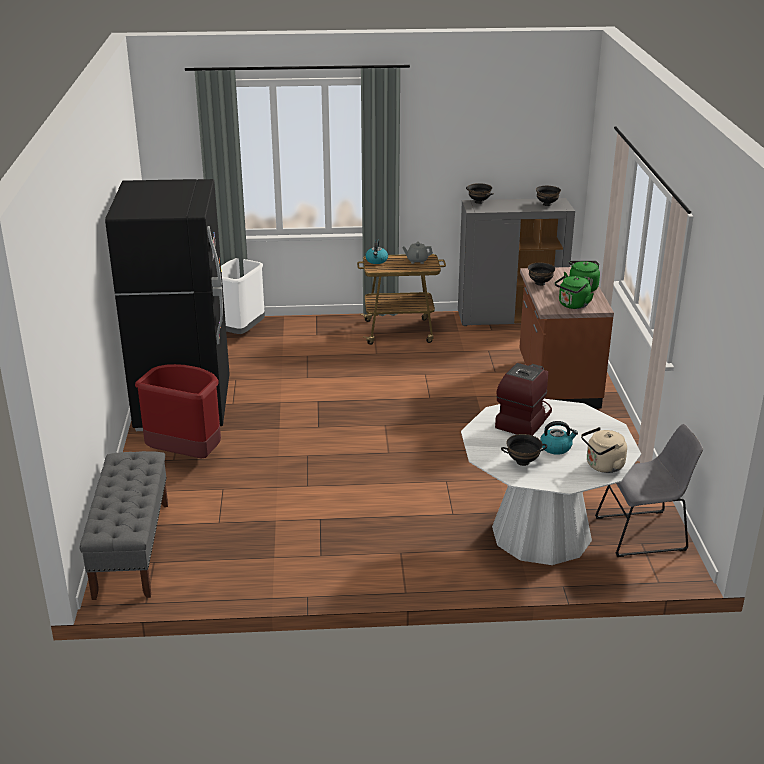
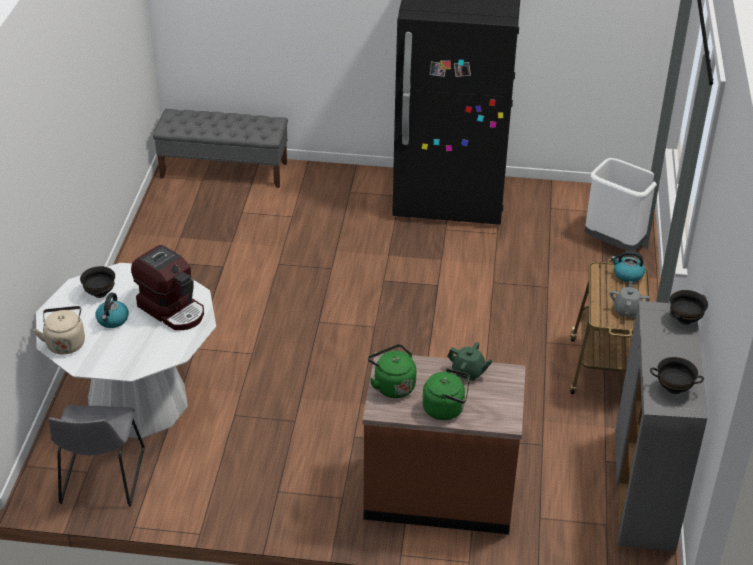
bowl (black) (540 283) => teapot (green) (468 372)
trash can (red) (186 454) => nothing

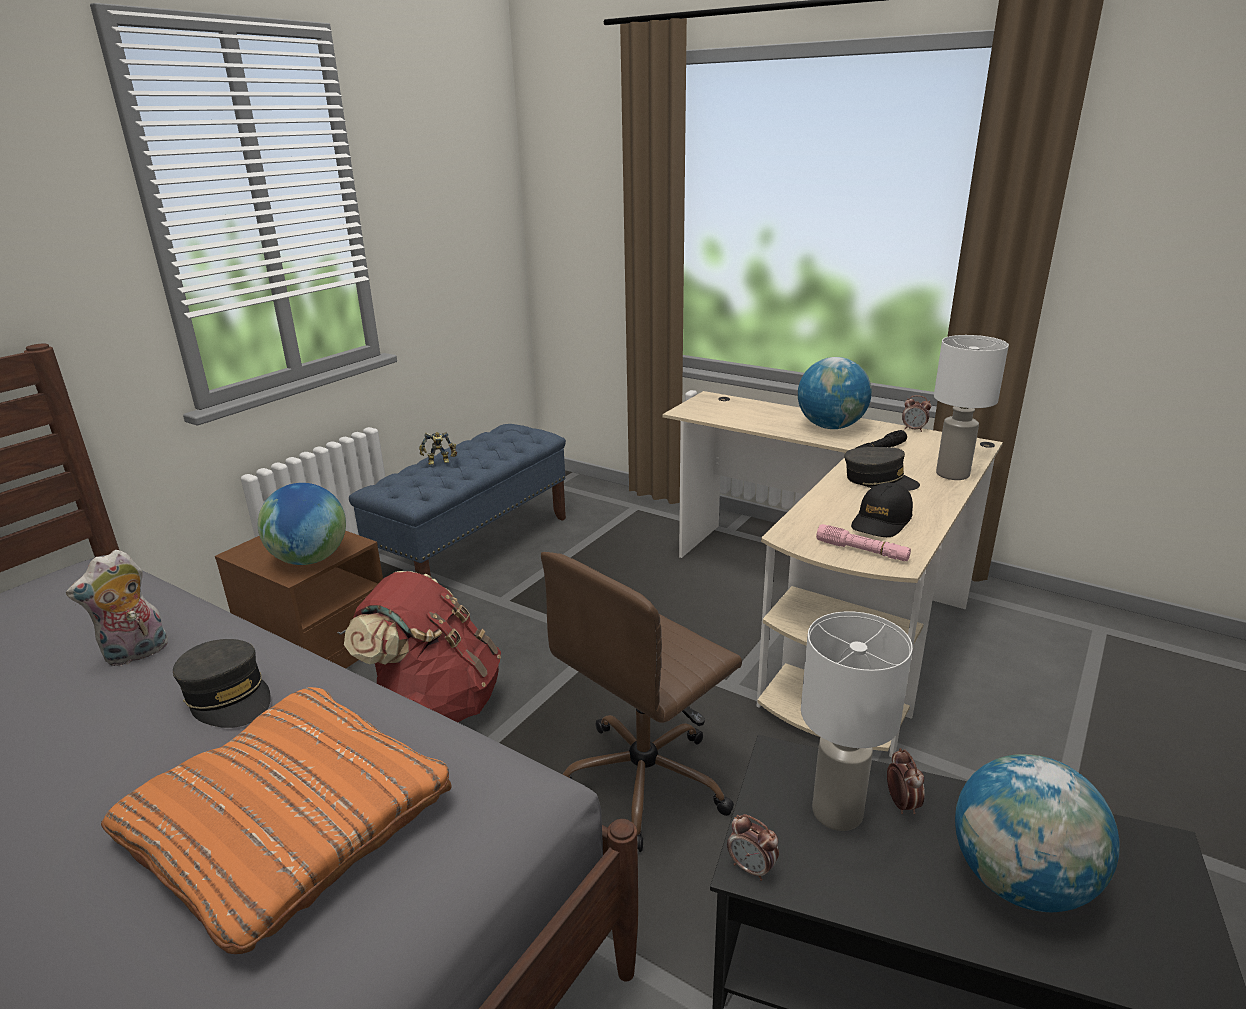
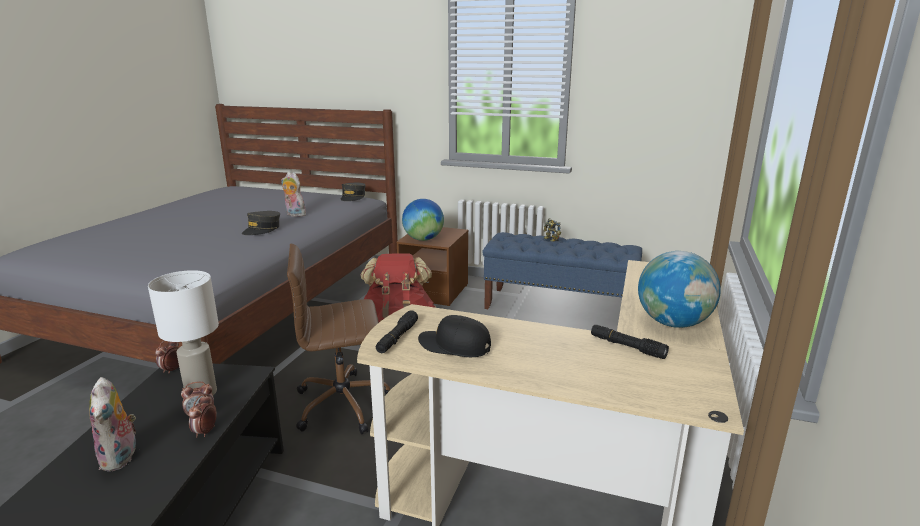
table lamp (white) (951 474) => nothing
alarm clock (914 429) => alarm clock (205 432), moved
cap (grey) (879 480) => cap (grey) (353 197), moved
flashlight (pink) (862 551) => flashlight (black) (397 337)
office chair (brown) (646 780) => office chair (brown) (345 404), 45 degrees counterclockwise
pillow (orange) (288 819) => nothing
globe (1019 882) => plush toy (121 457)

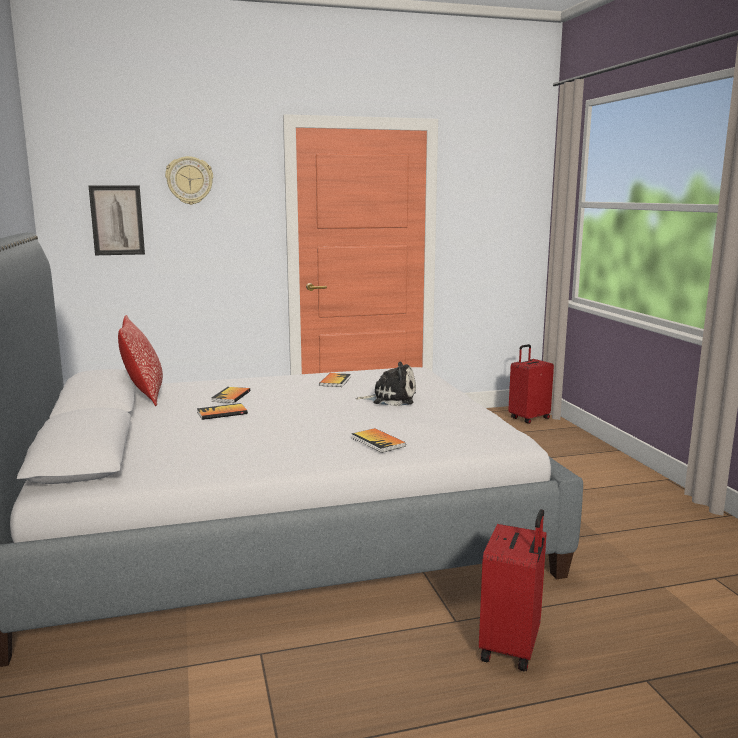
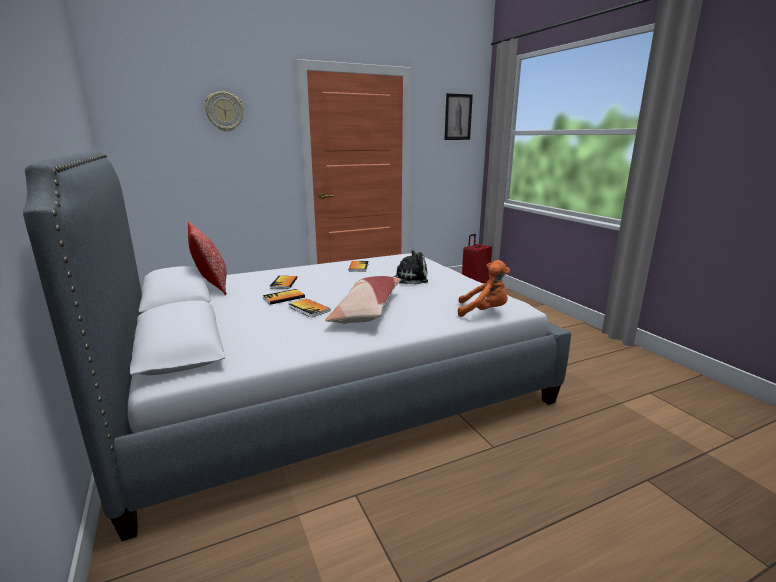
picture (117 220) => picture (458 117), moved
book (378 442) => book (309 309), moved
suitcase (red) (512 647) => nothing
nothing => plush toy (orange) (484 312)
nothing => pillow (366 310)

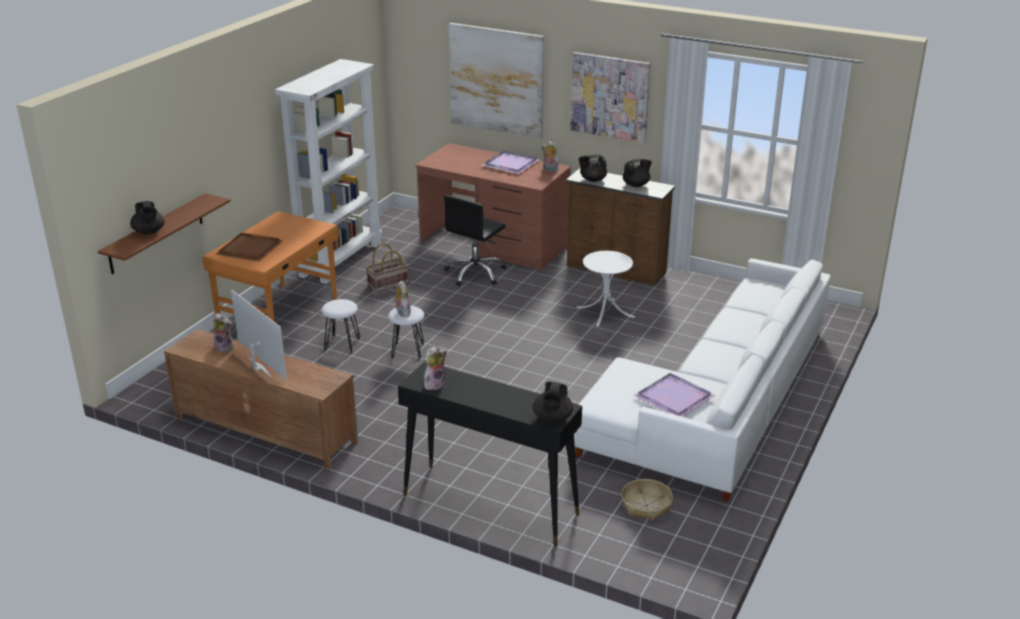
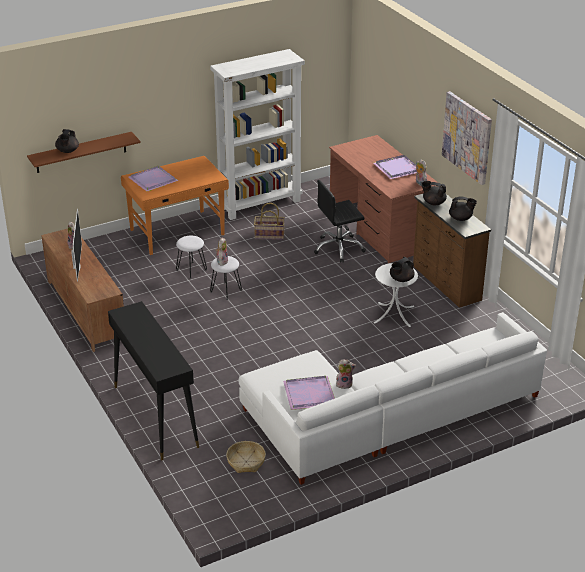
picture (496 80) => nothing
tray (brown) (250 250) => tray (purple) (153 180)
plush toy (434 384) => plush toy (344 384), moved
teapot (black) (552 418) => teapot (black) (401 279), moved

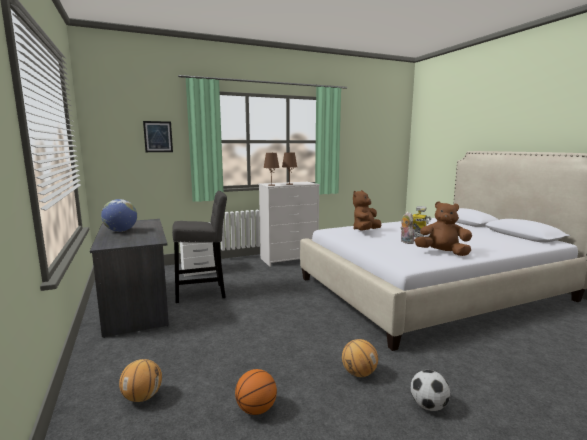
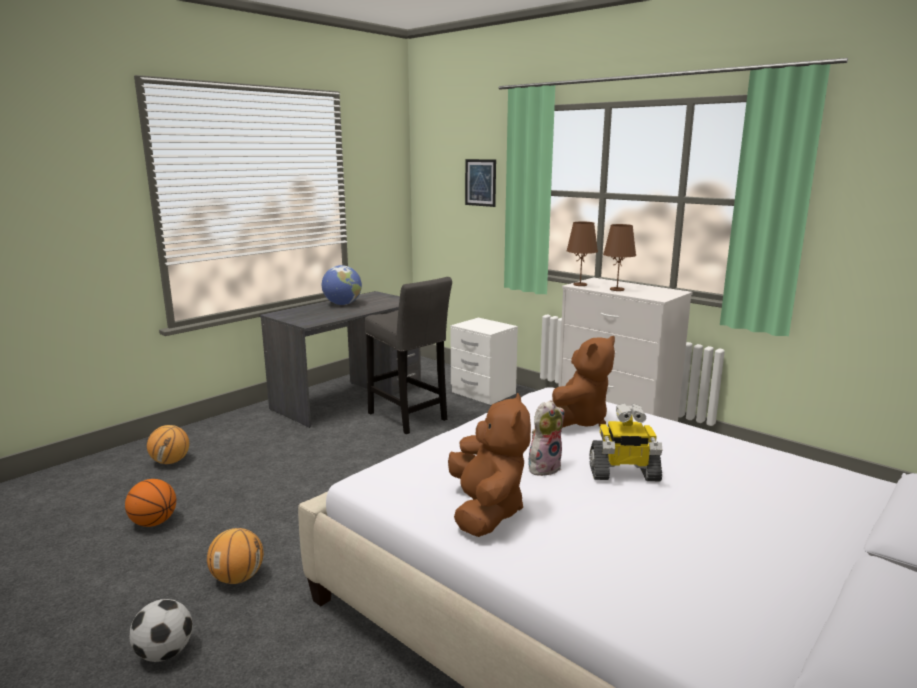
plush toy (brown) (365 231) => plush toy (brown) (578 420), 120 degrees clockwise

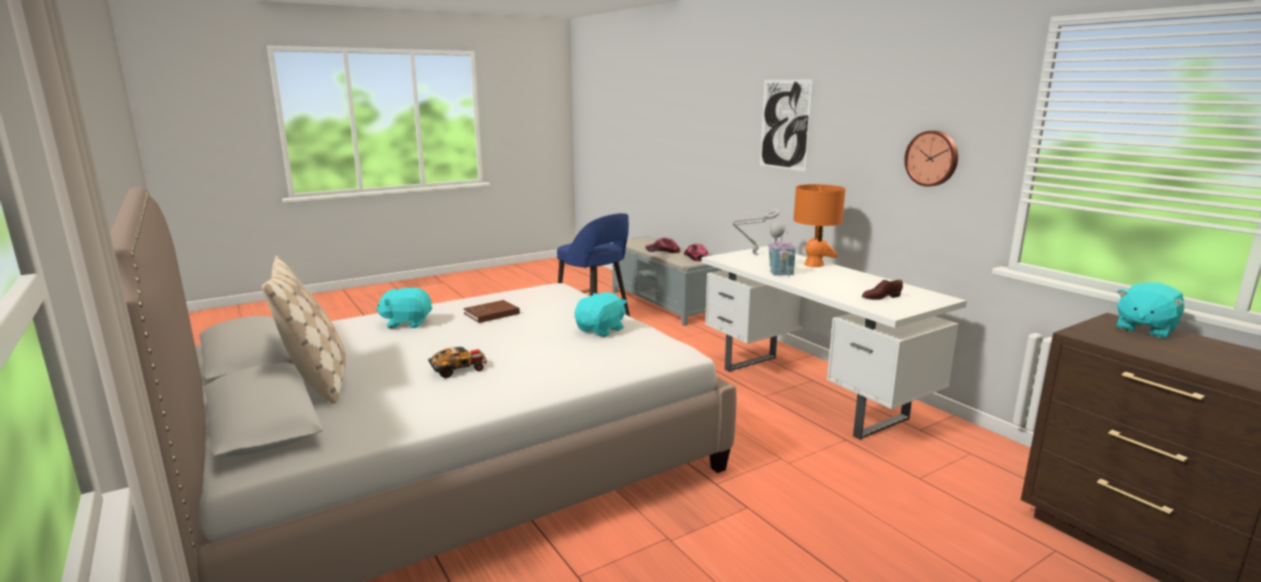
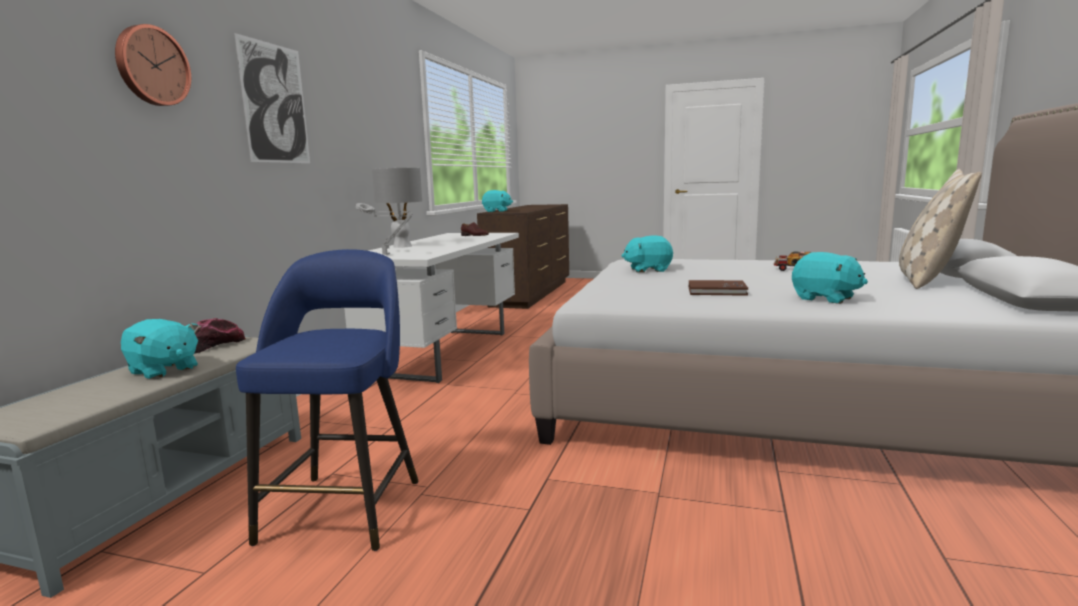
wall clock (932 158) => wall clock (151 66), moved
table lamp (orange) (814 265) => table lamp (grey) (402 246)
toy house (779 270) => nothing
cap (663 251) => plush toy (turquoise) (163 370)

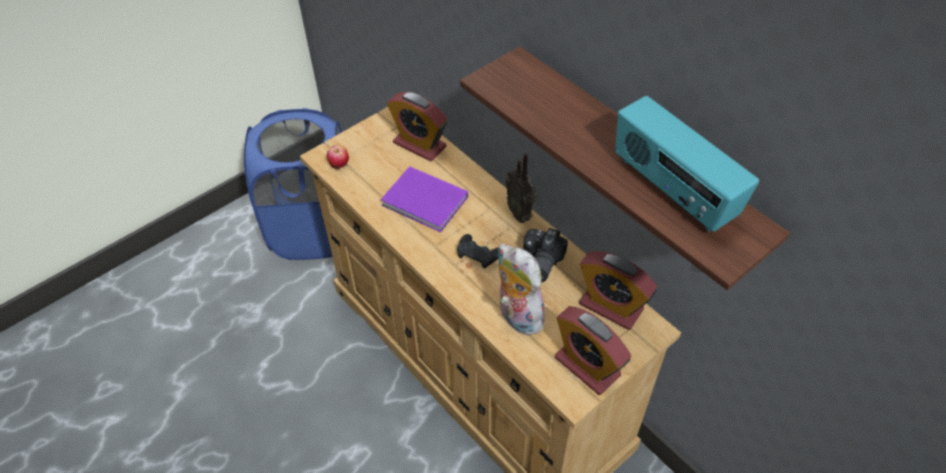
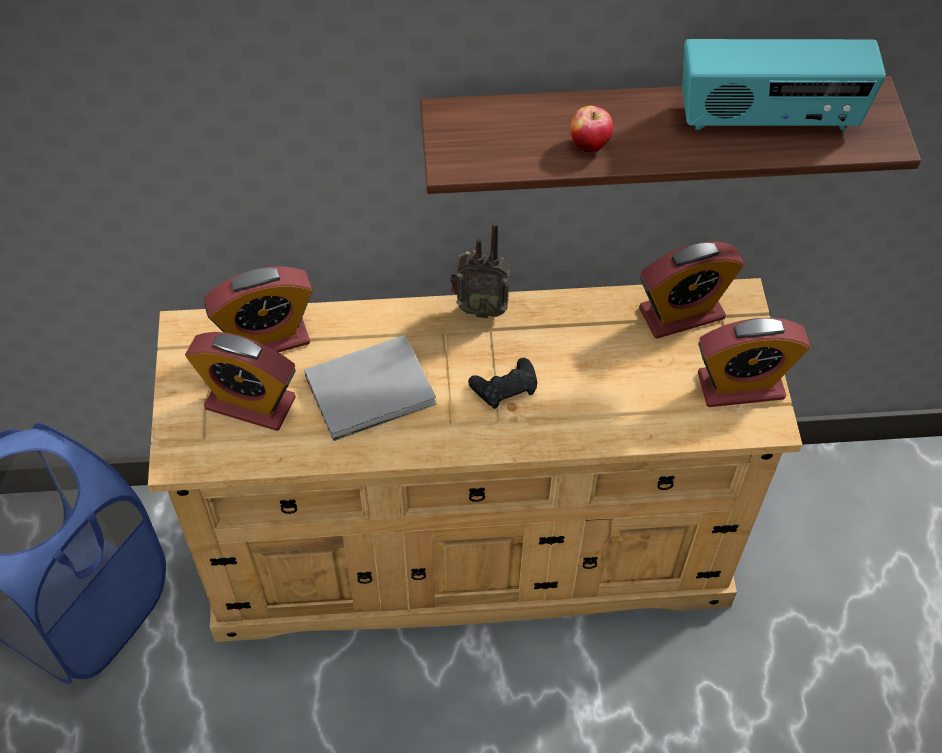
apple (339 165) => apple (589 145), moved
book (purple) (426 202) => book (grey) (374 391)
photo camera (539 263) => nothing
plush toy (516 316) => nothing
nothing => alarm clock (250 403)

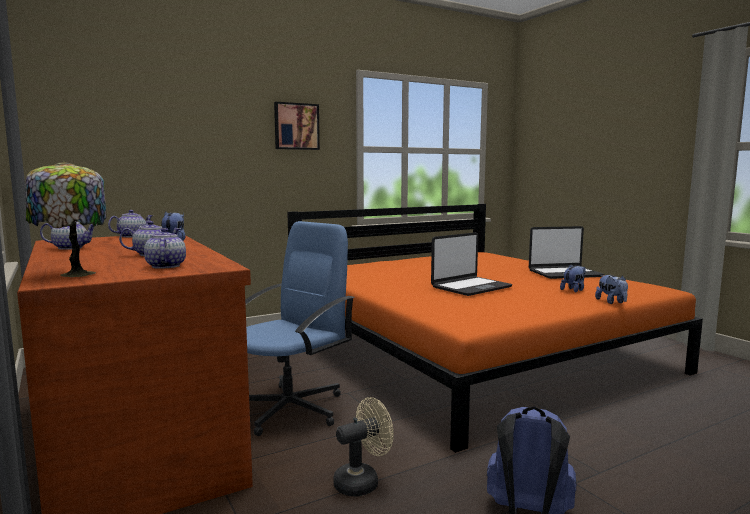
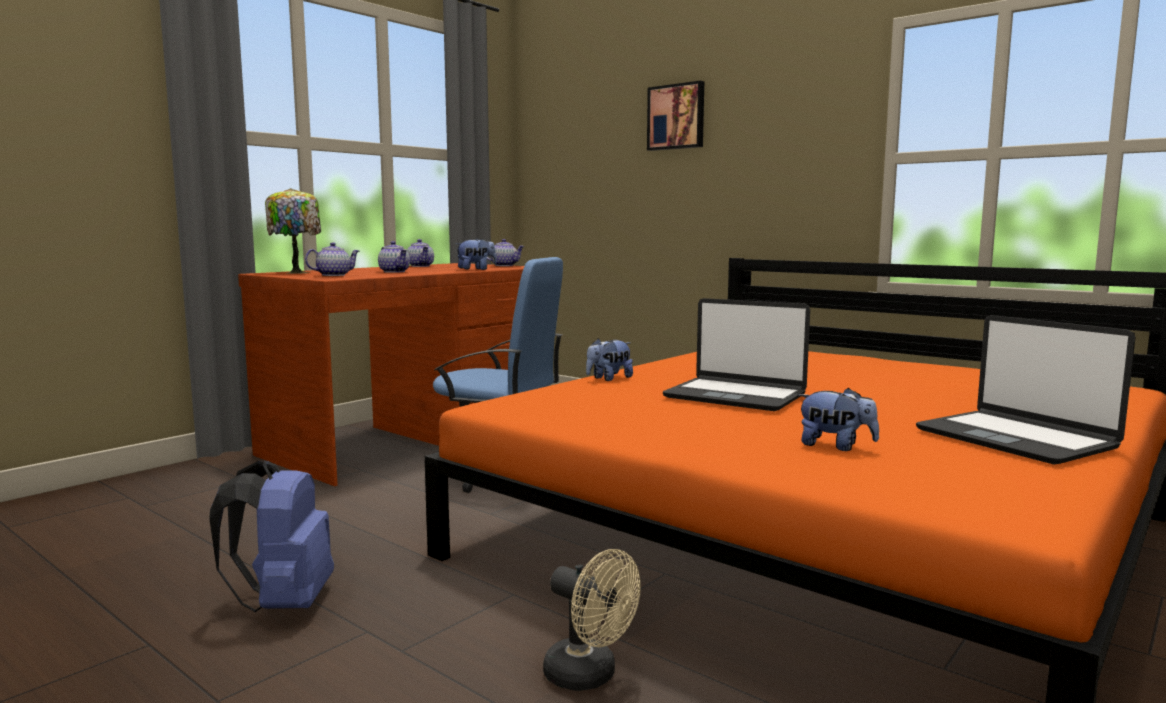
picture (296 126) => picture (676 117), moved
plush toy (611 302) => plush toy (608 378), moved
fan (beige) (362 481) => fan (beige) (589 676), moved

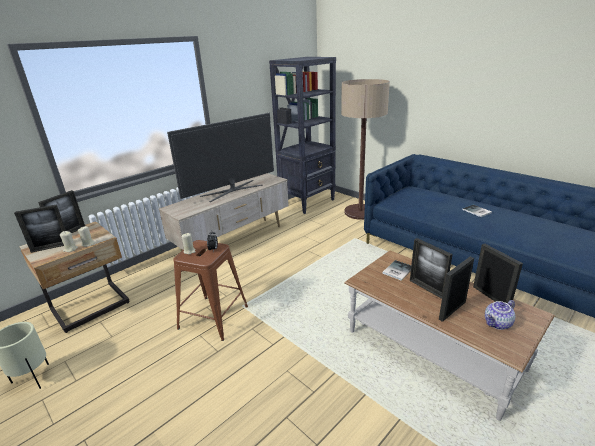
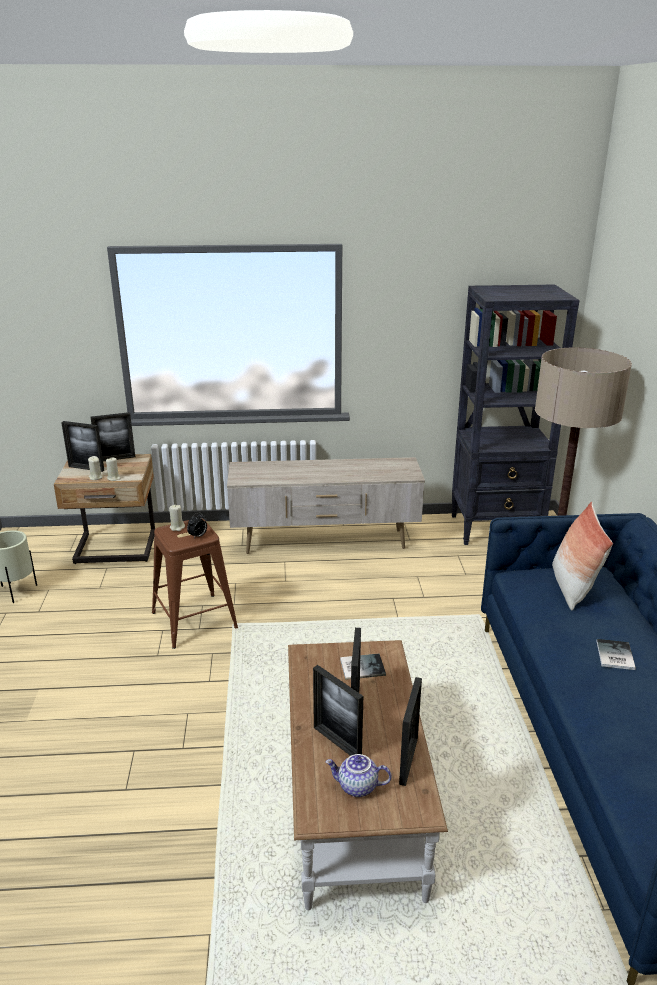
television (232 190) => nothing
picture frame (452 310) => picture frame (337 742), 135 degrees counterclockwise
nothing => pillow (572 588)

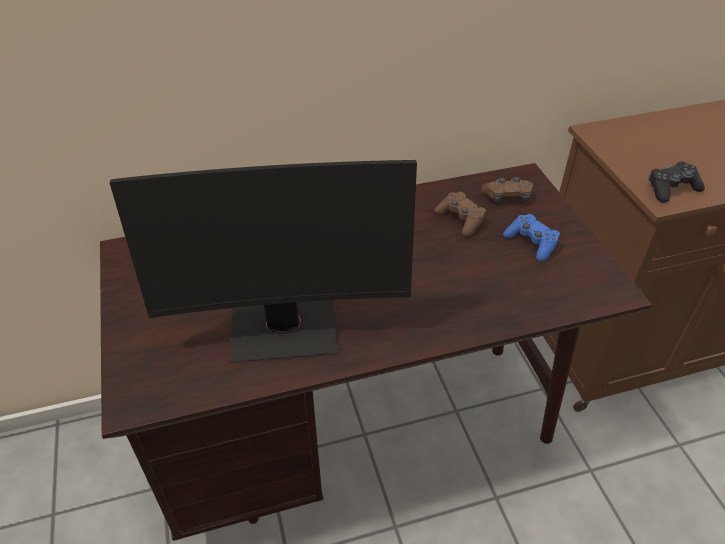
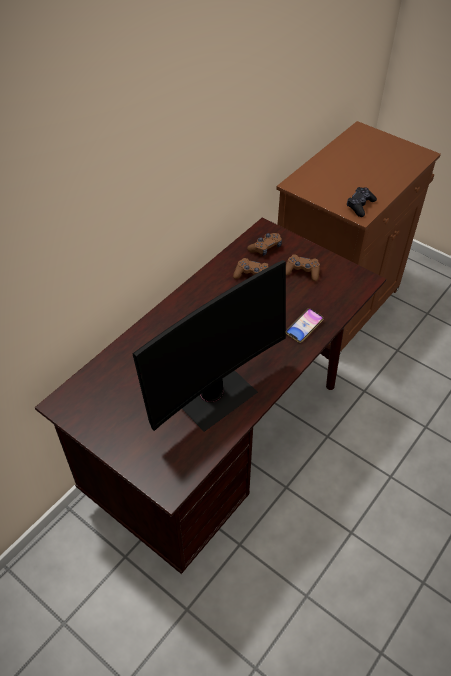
game controller (blue) (531 243) => game controller (brown) (302 272)
nothing => phone (304 327)

